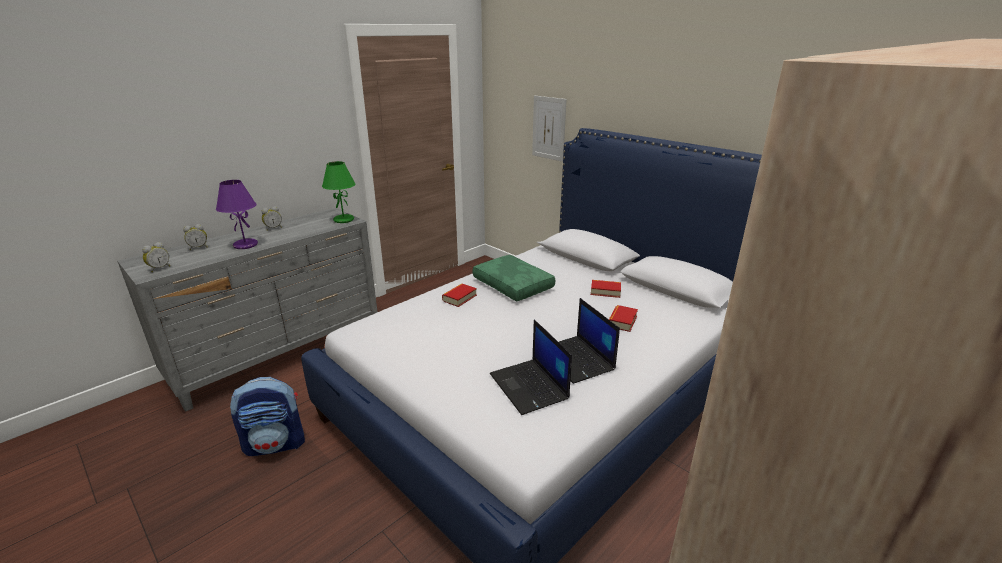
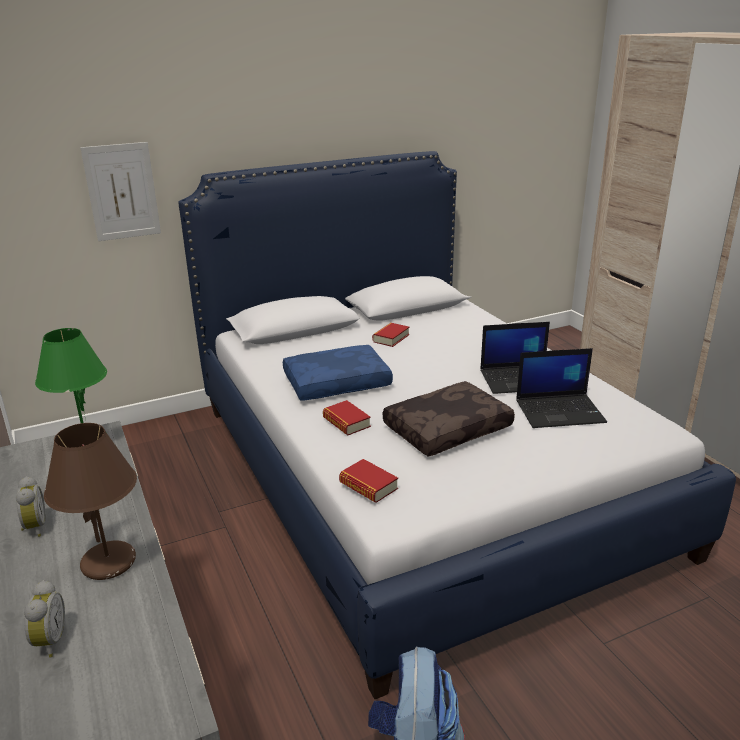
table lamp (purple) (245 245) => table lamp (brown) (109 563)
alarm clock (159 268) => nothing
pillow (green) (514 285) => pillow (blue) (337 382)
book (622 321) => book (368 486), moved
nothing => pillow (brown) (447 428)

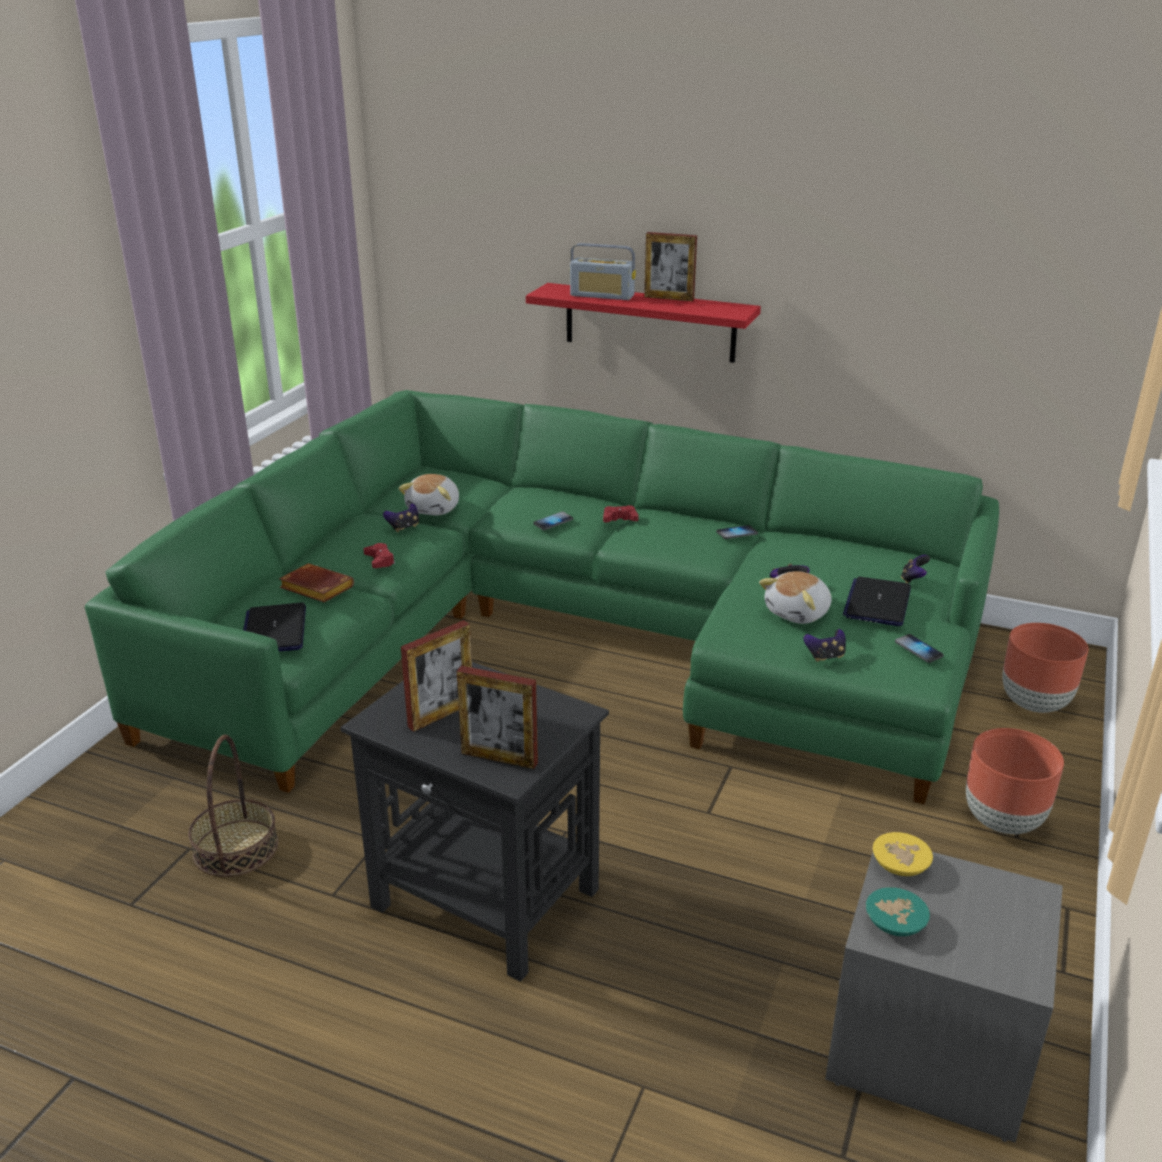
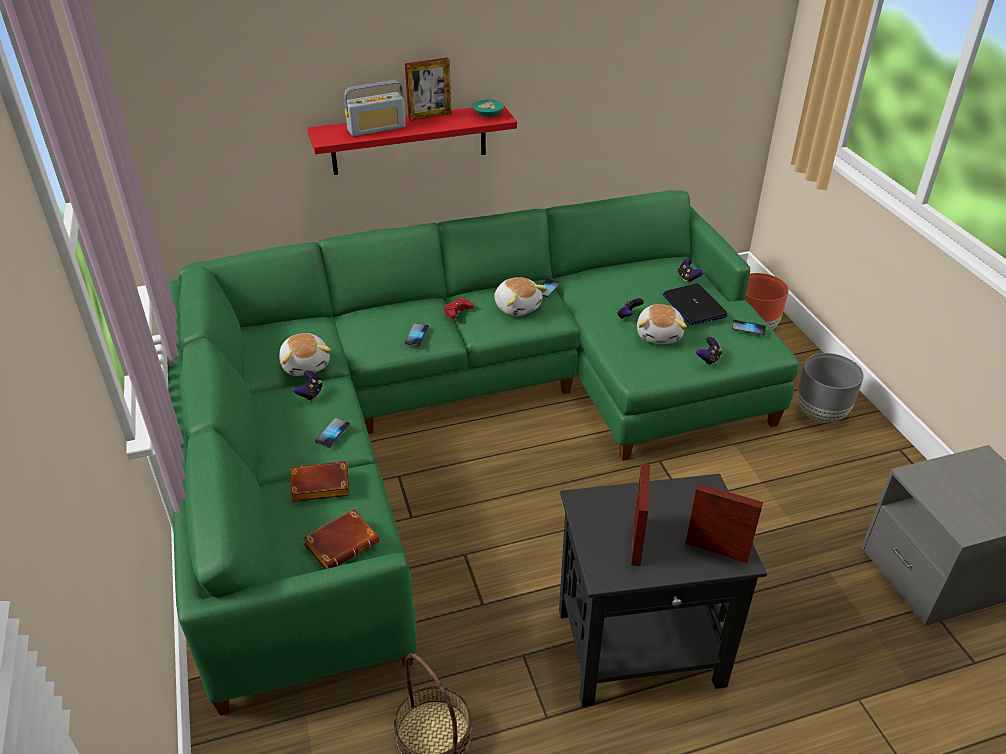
game controller (red) (379 560) => phone (332 433)
laptop (274 630) => book (brown) (342 542)
picture frame (499 758) => picture frame (716 550), 135 degrees counterclockwise
planter (brown) (1003 821) => planter (grey) (821 413)
bowl (yellow) (900 867) => nothing
bowl (turquoise) (892 923) => bowl (turquoise) (487 115), moved
nothing => plush toy (517 306)

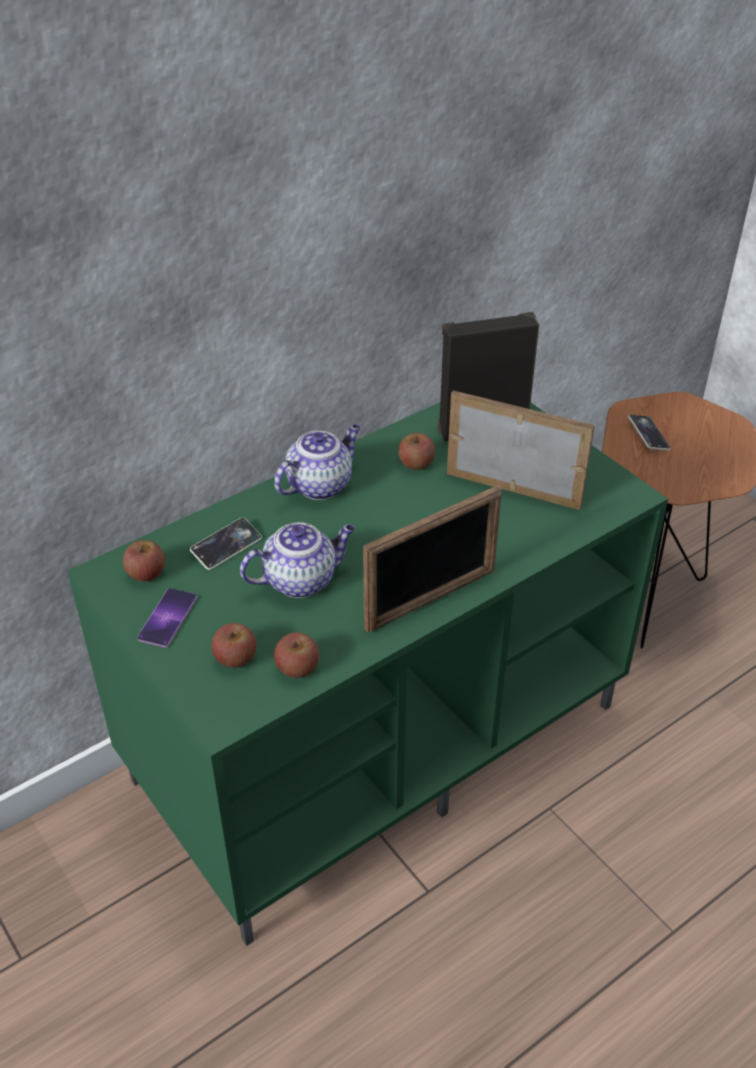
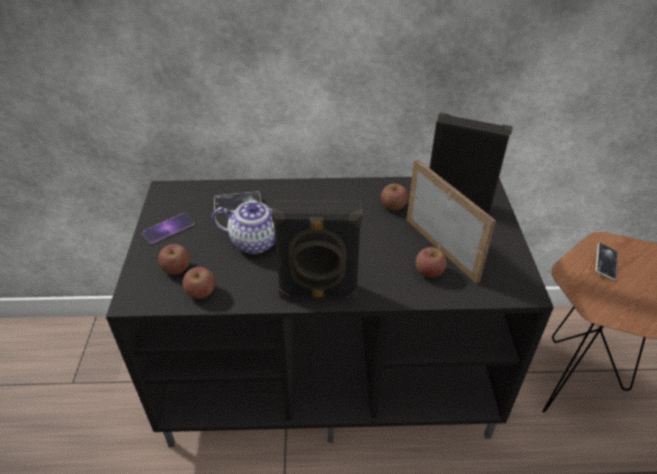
tv stand (green) (378 738) => tv stand (black) (330 373)
teapot (320 484) => nothing
picture frame (431 599) => speaker (black) (318 292)
apple (146 573) => apple (429 271), moved

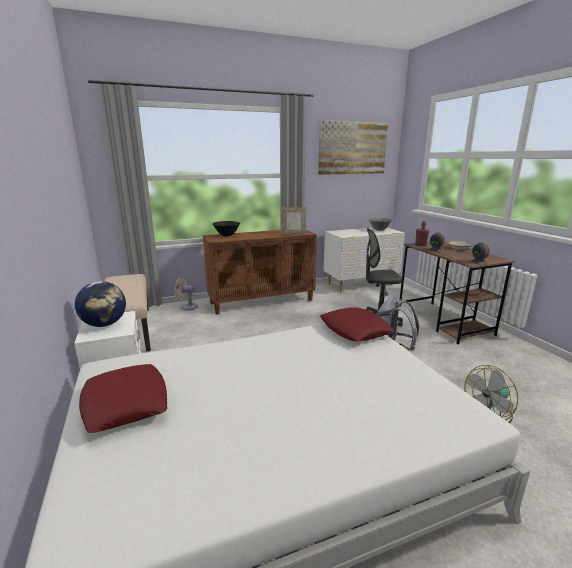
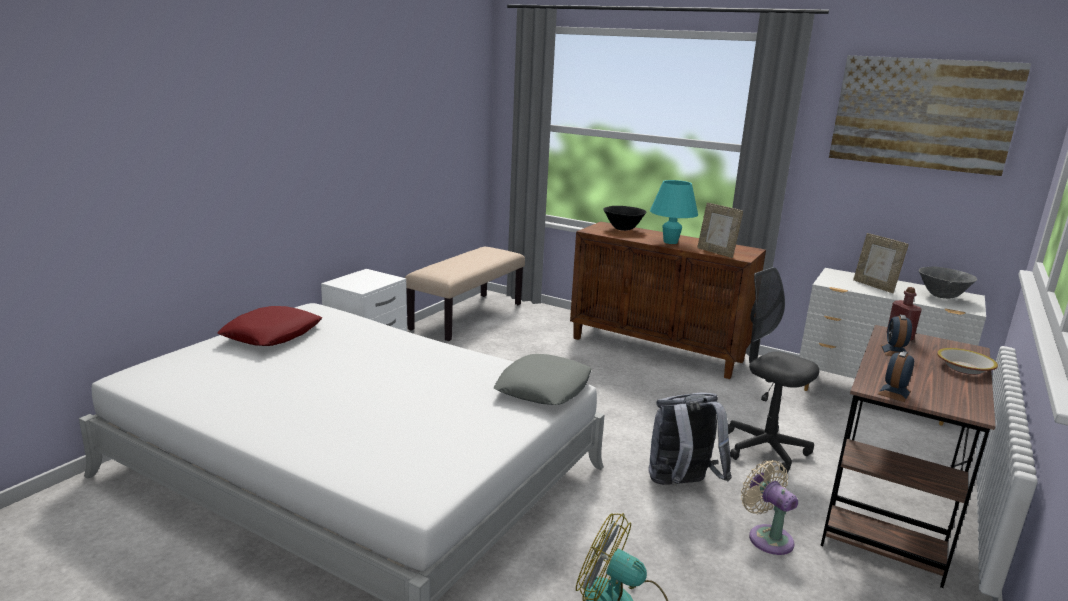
fan (beige) (187 307) => fan (beige) (767 537), moved
globe (105 324) => nothing
pillow (red) (354 330) => pillow (grey) (543 388)
nothing => table lamp (turquoise) (670 242)
nothing => picture frame (874 286)

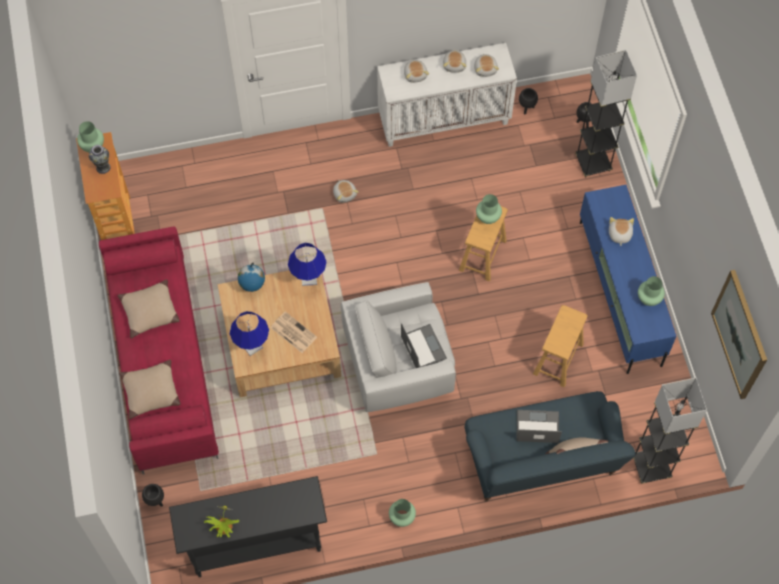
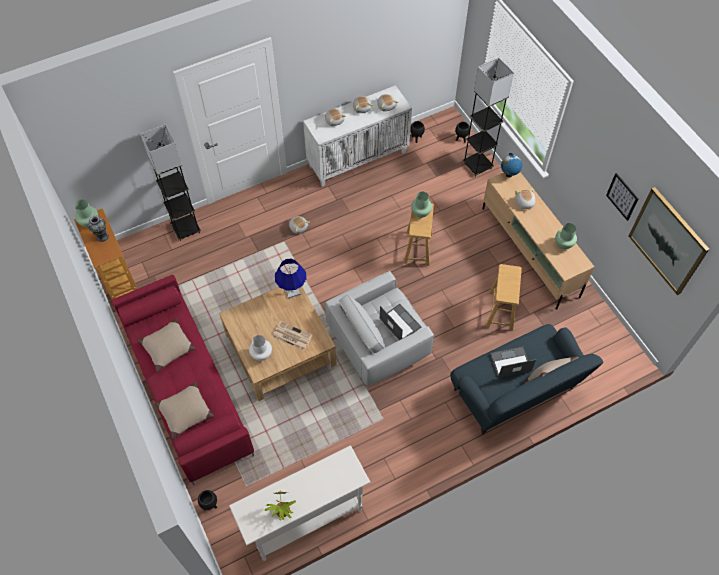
tv stand (blue) (619 293) => tv stand (beige) (529 252)
globe (252 286) => globe (509 175), moved
table lamp (blue) (252 346) => vase (white) (261 354)
floor lamp (grey) (651 467) => floor lamp (grey) (186 229), moved
console table (black) (255 544) => console table (white) (305 519)
vase (green) (401 517) => nothing
nothing => picture (622 196)

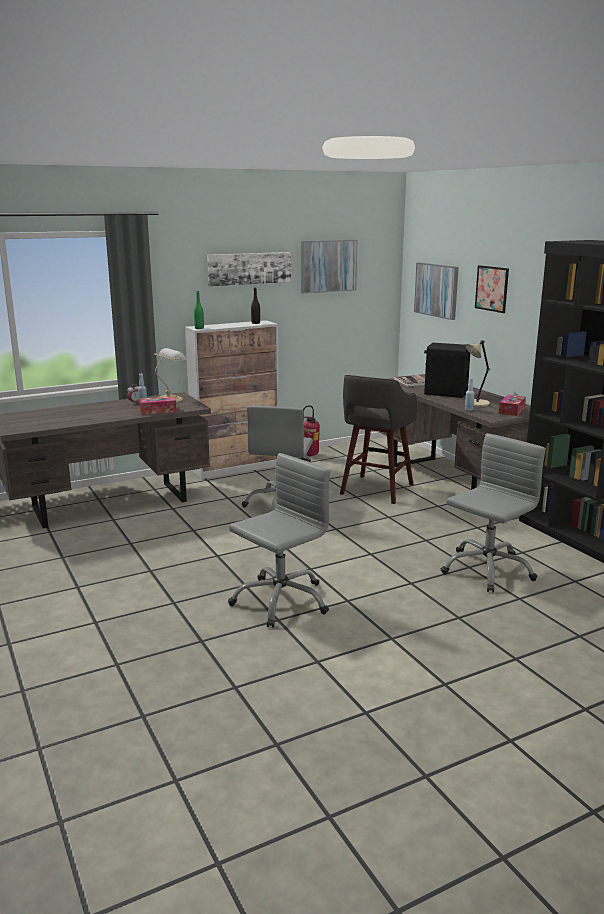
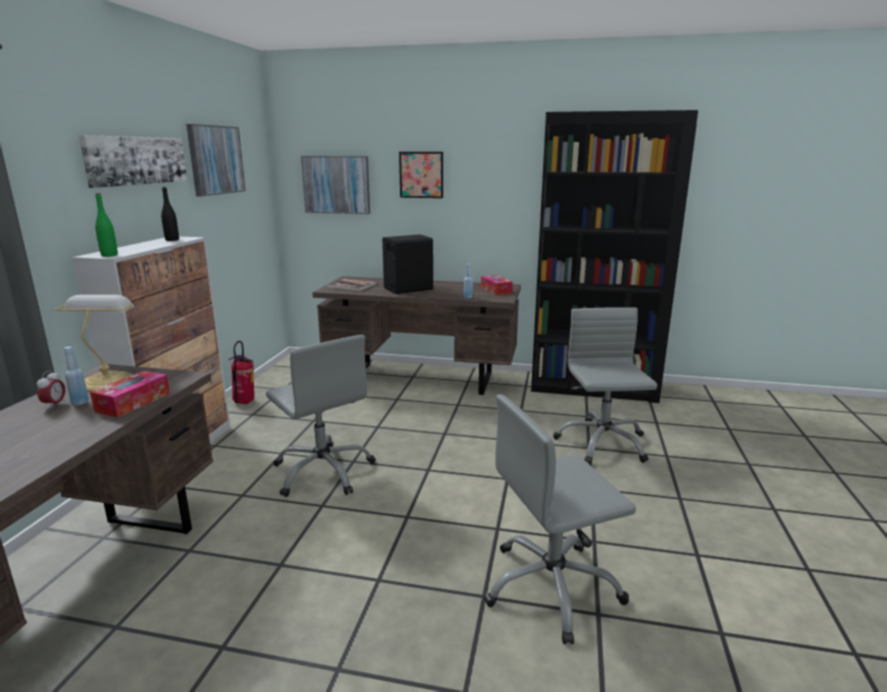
table lamp (beige) (476 403) => nothing
stool (grey) (375 490) => nothing
office chair (grey) (280 600) => office chair (grey) (552 587), 105 degrees counterclockwise

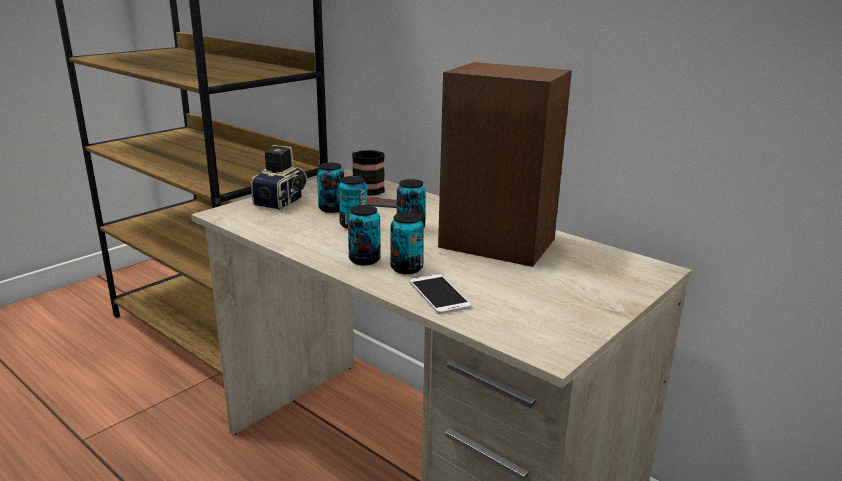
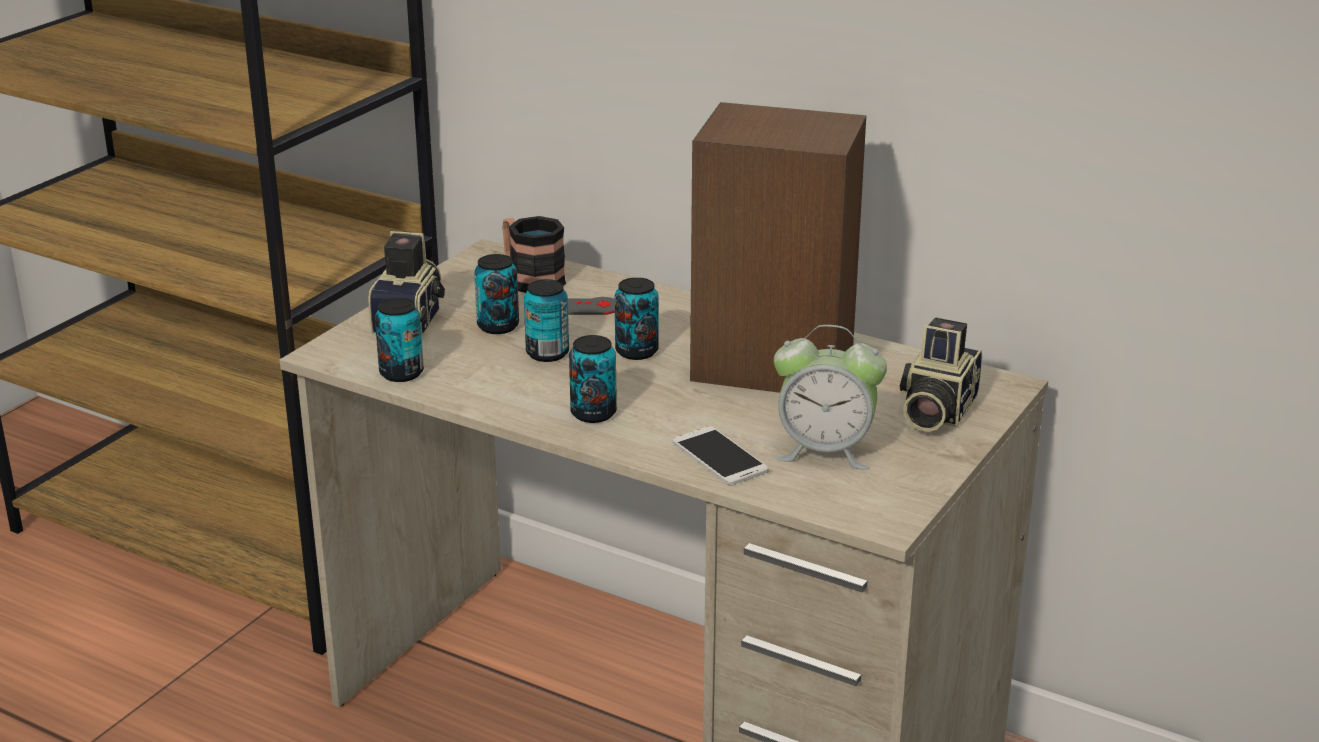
can (406 268) => can (401 373), moved
nothing => photo camera (934 411)
nothing => alarm clock (825 451)

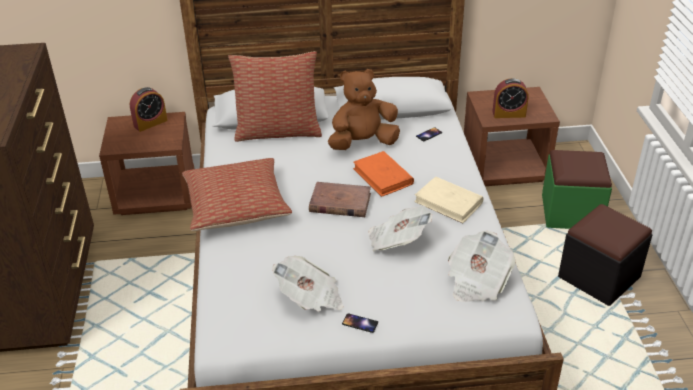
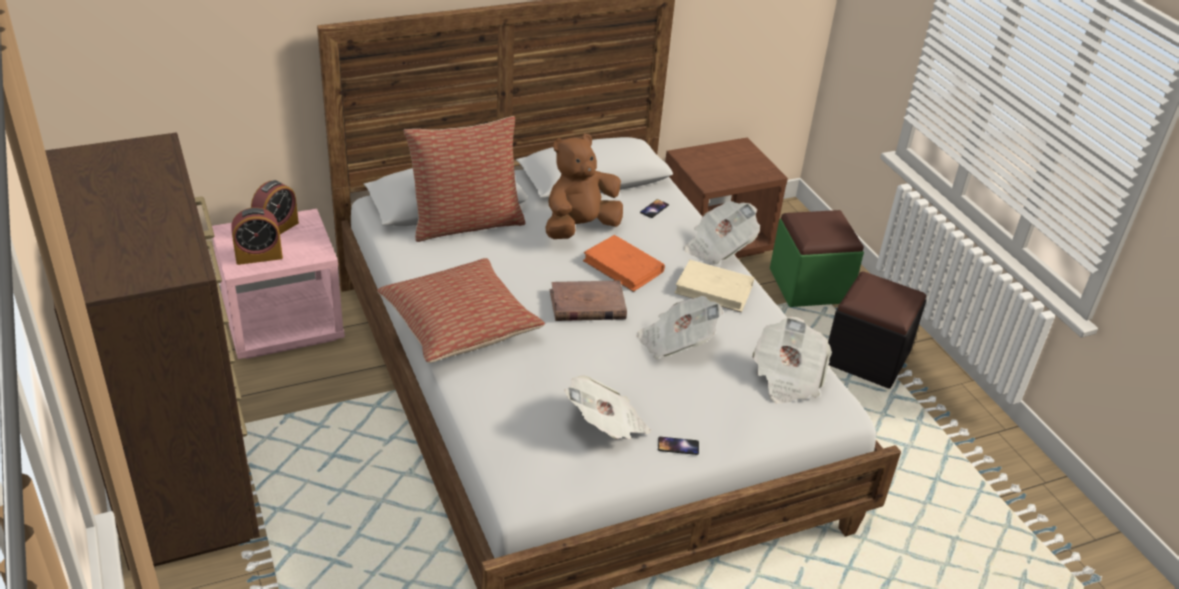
alarm clock (509 114) => alarm clock (259 256), moved
nightstand (brown) (156 194) => nightstand (pink) (284 325)
nothing => newspaper (718 248)

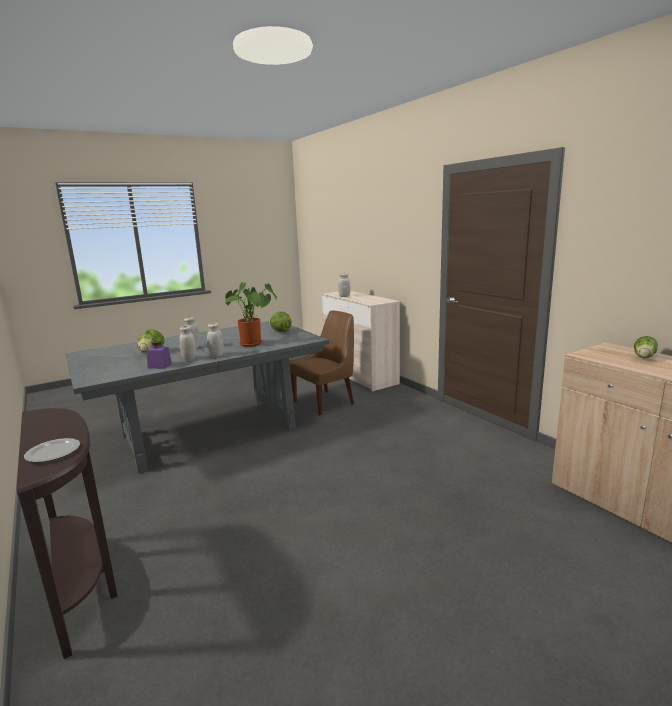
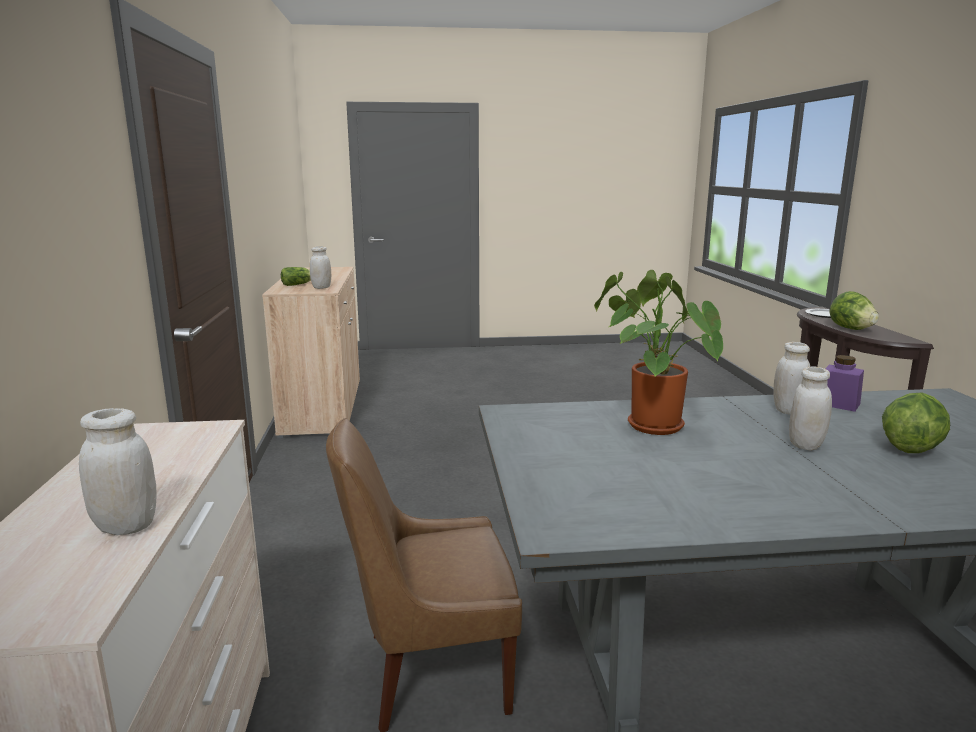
lettuce (280 331) => lettuce (850 329), moved
jar (white) (216 355) => jar (white) (321 287), moved

